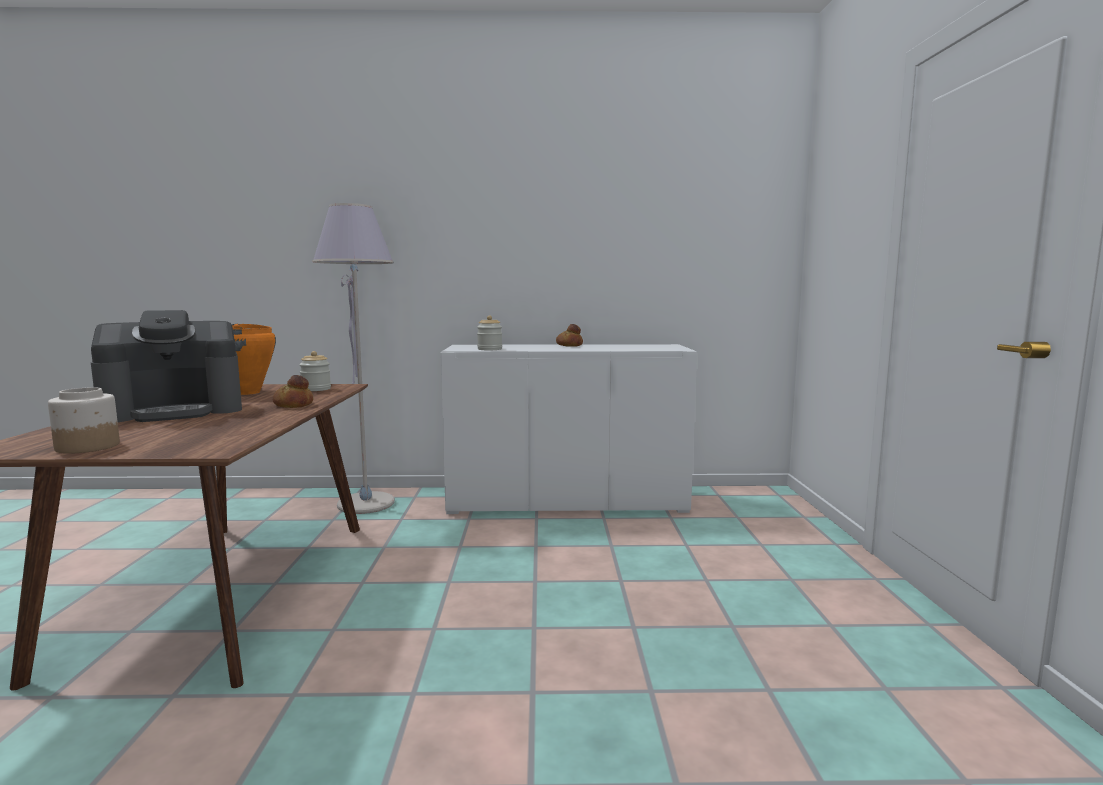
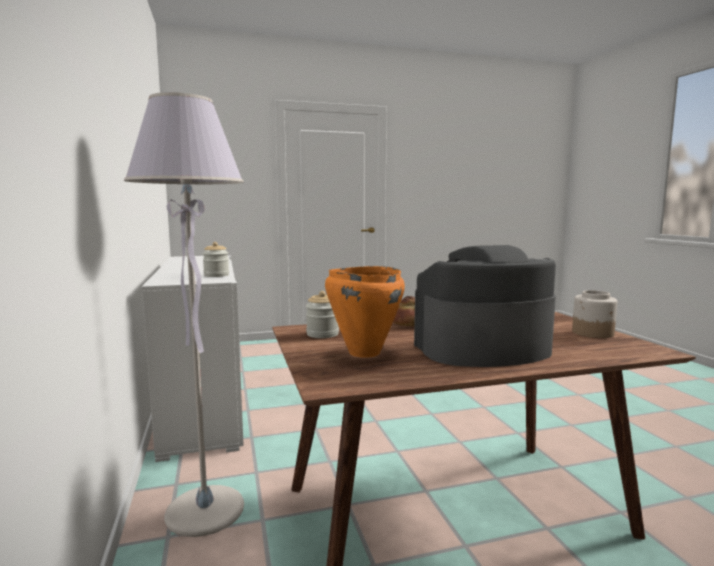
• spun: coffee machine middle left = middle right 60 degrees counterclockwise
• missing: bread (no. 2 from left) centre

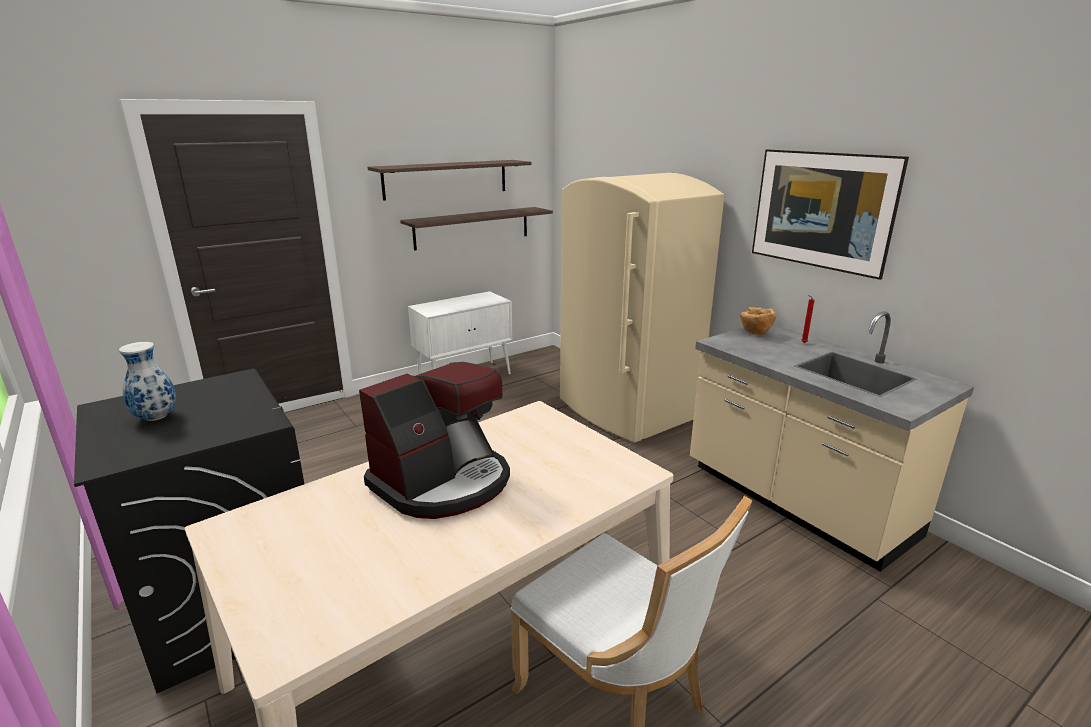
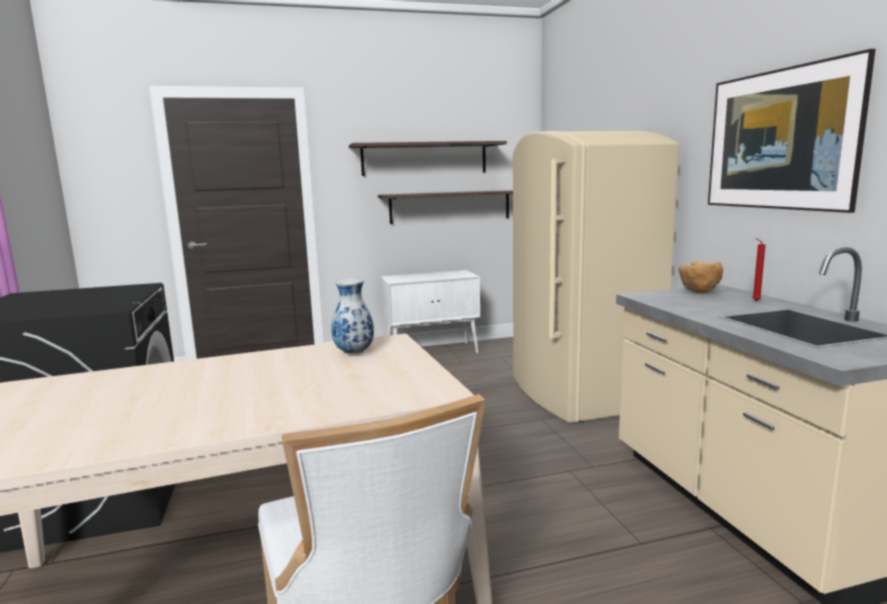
• relocated: vase middle left to centre
• missing: coffee machine centre

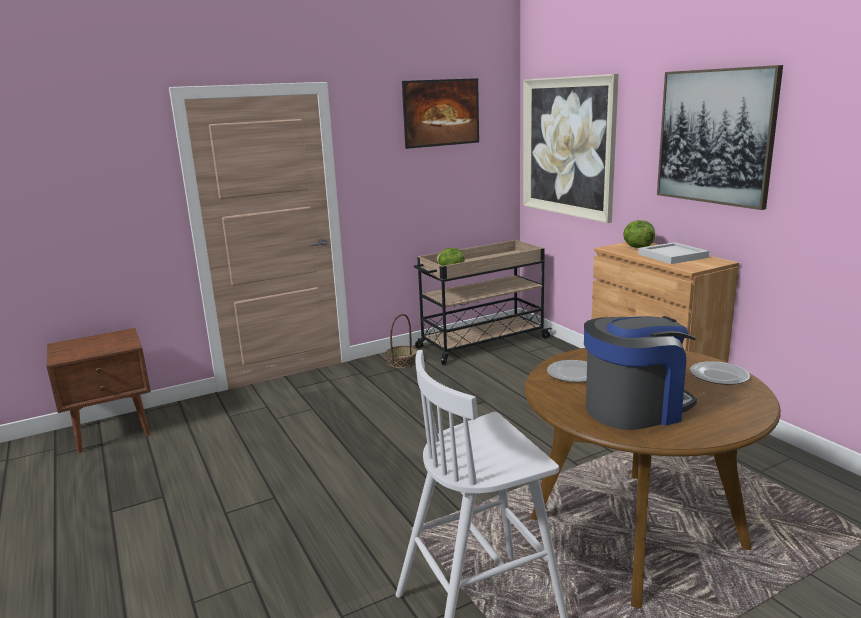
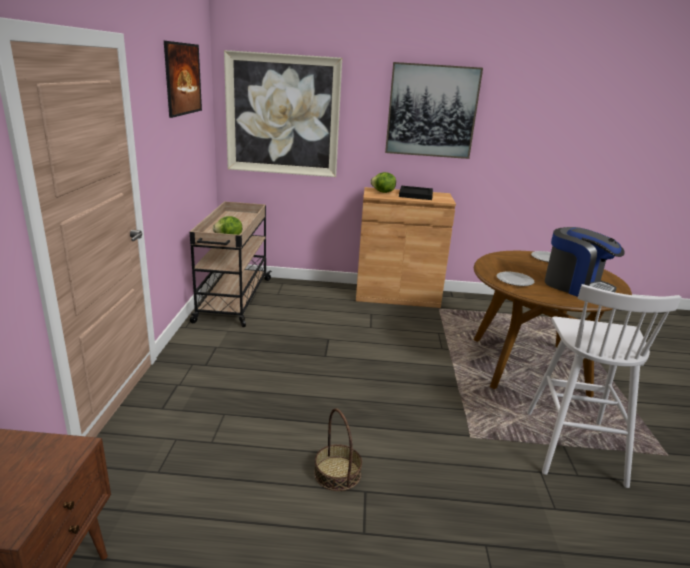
• relocated: basket centre to bottom centre
• spun: coffee machine middle right = middle right 120 degrees clockwise
• colour: white tray middle right to black tray centre

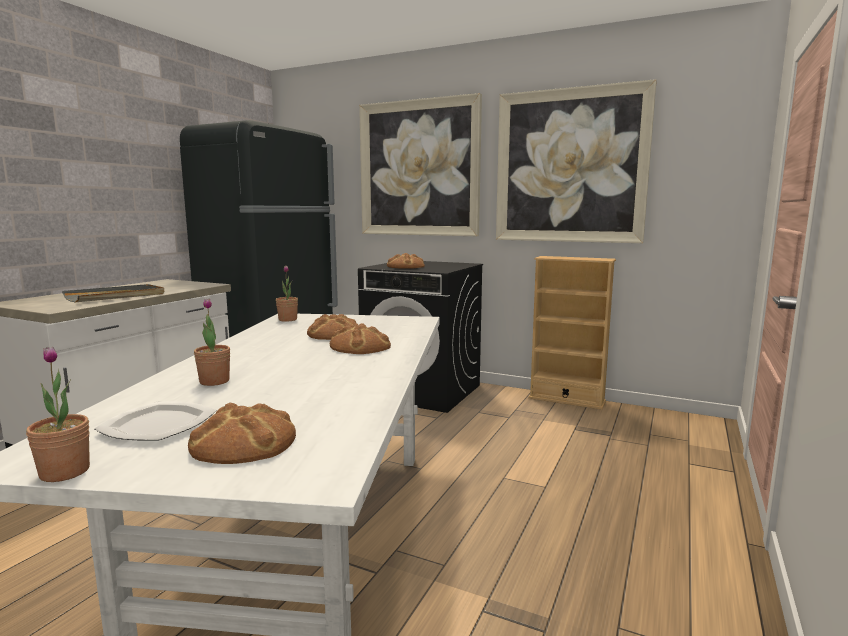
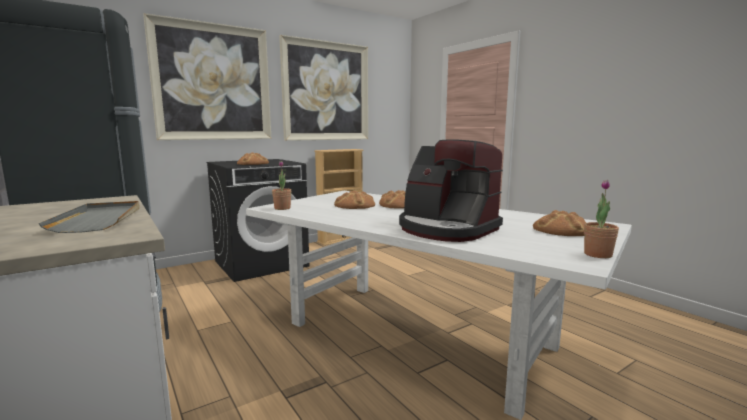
• missing: plate middle left
• exchanged: potted plant (no. 2 from left) middle left to coffee machine centre

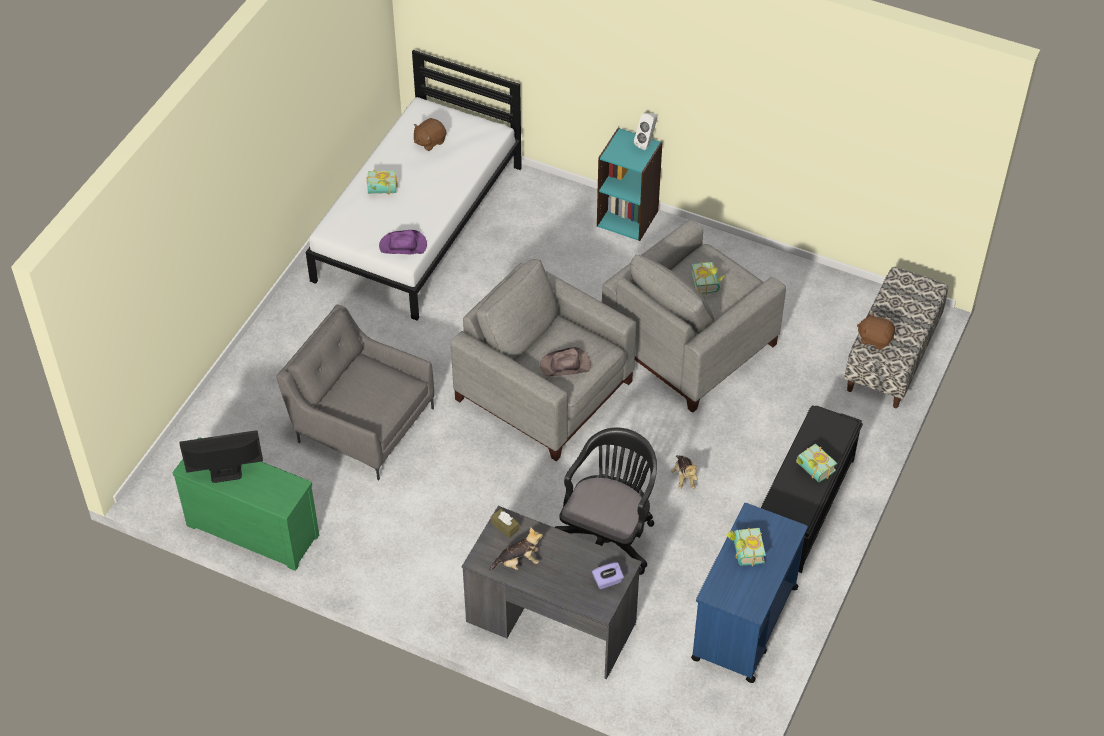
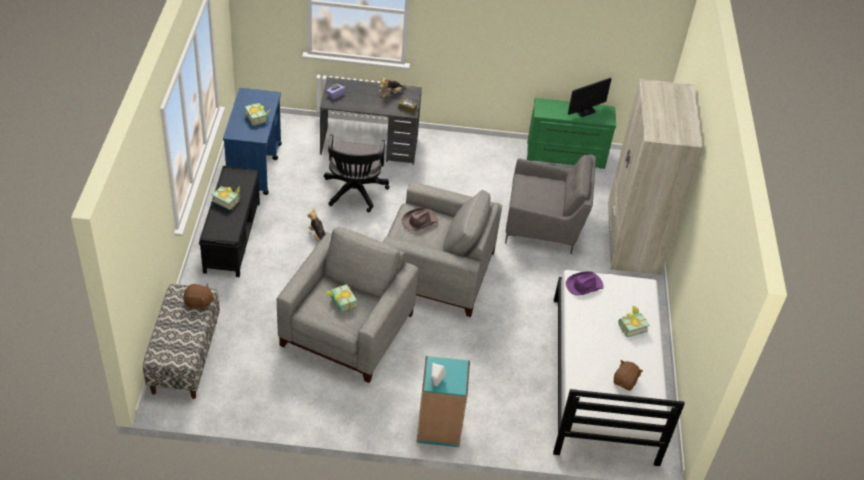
• appeared: beige wardrobe middle right

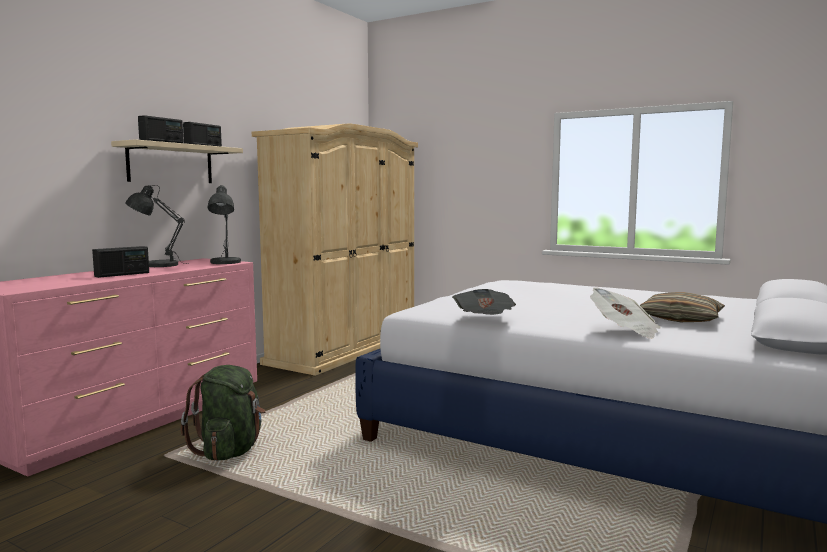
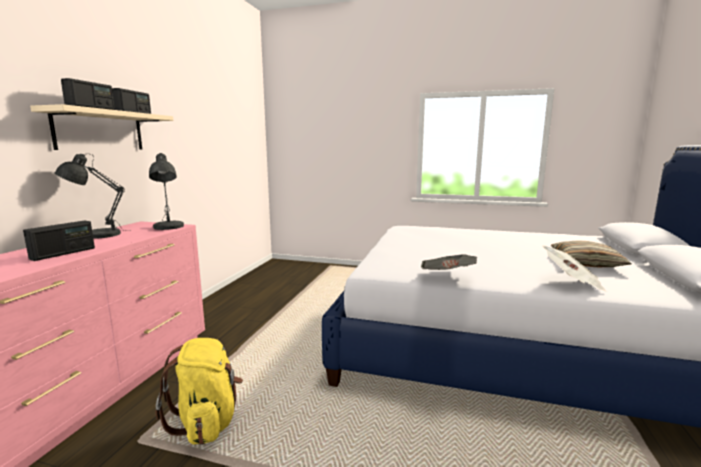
• colour: green backpack bottom left to yellow backpack bottom left
• missing: beige wardrobe centre

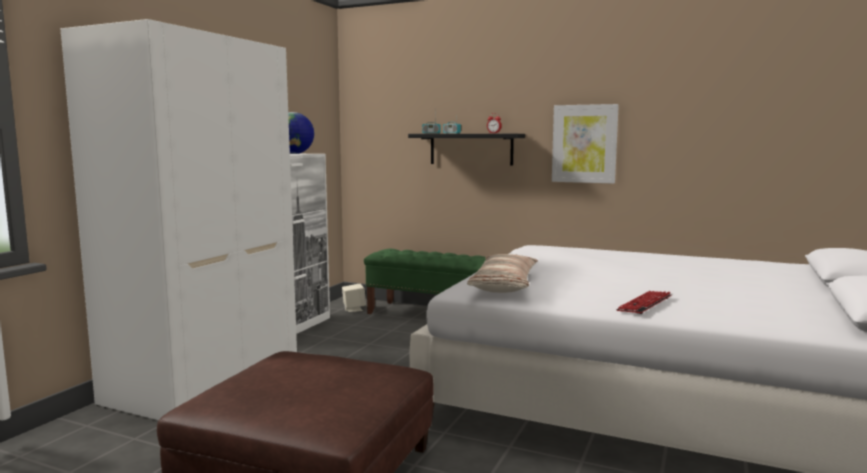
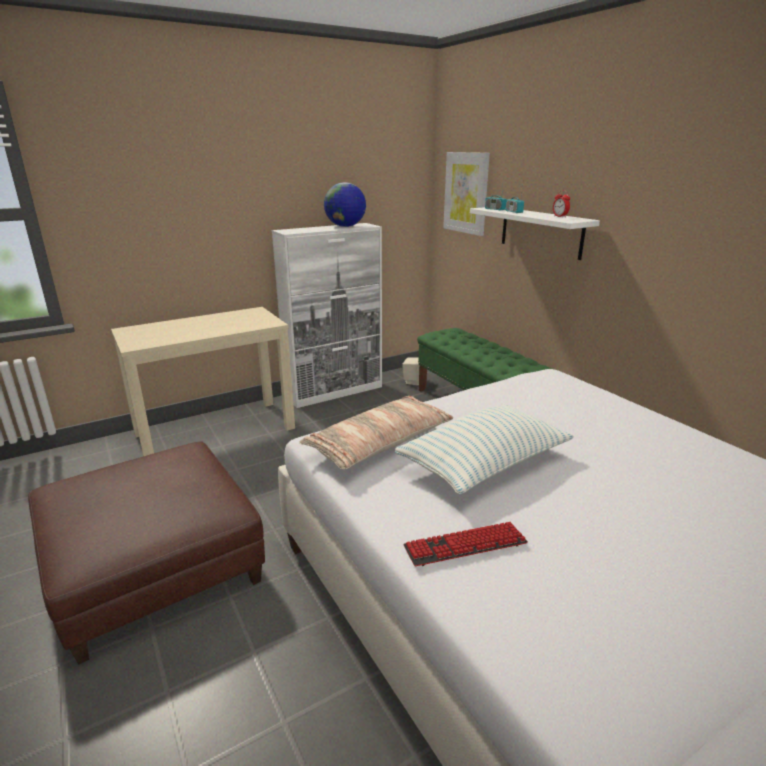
• exchanged: white wardrobe middle left to beige console table middle left
• colour: black shelf top centre to white shelf top right
• relocated: picture top right to top centre
• appeared: pillow (no. 2 from left) centre

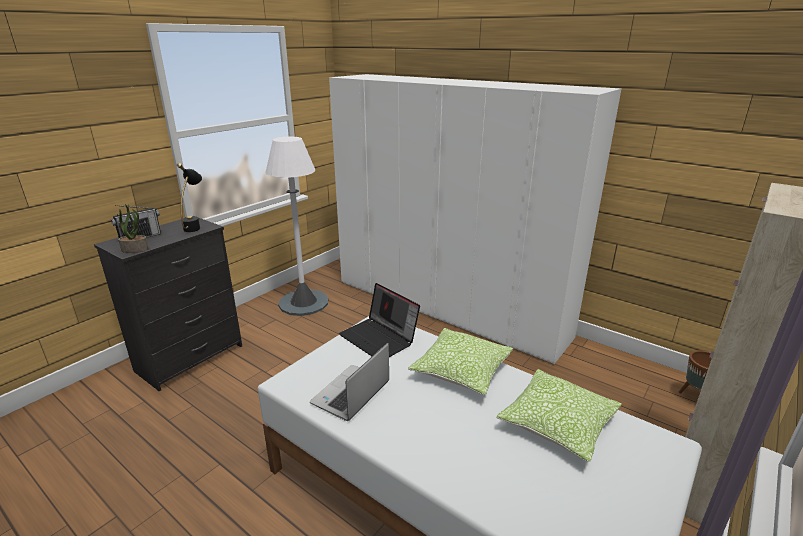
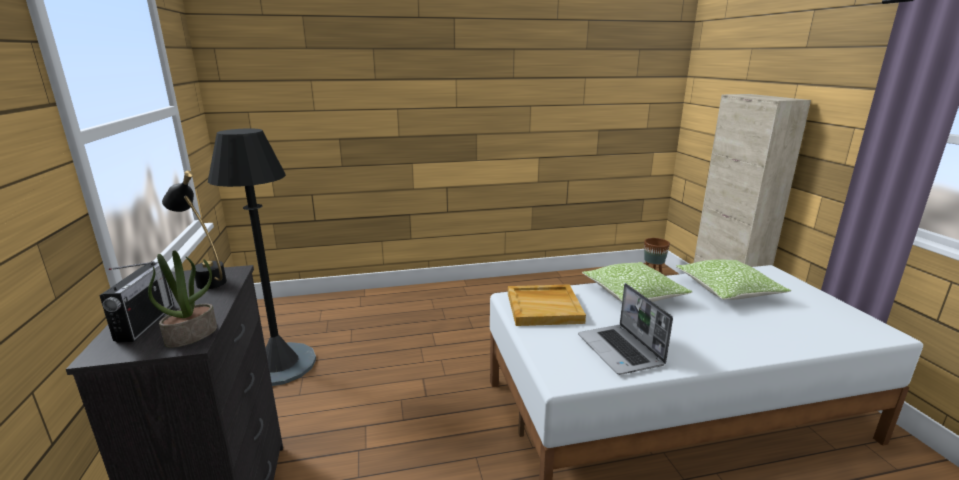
• colour: white floor lamp centre to black floor lamp middle left
• missing: white wardrobe centre
• exchanged: laptop (no. 2 from left) centre to beige tray centre

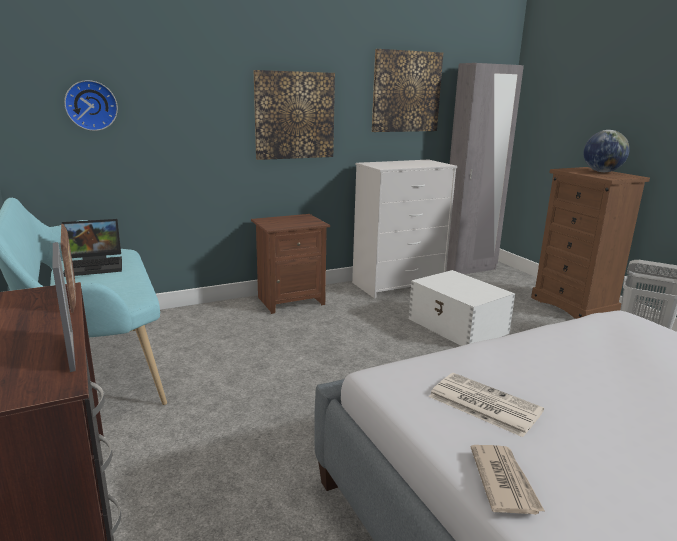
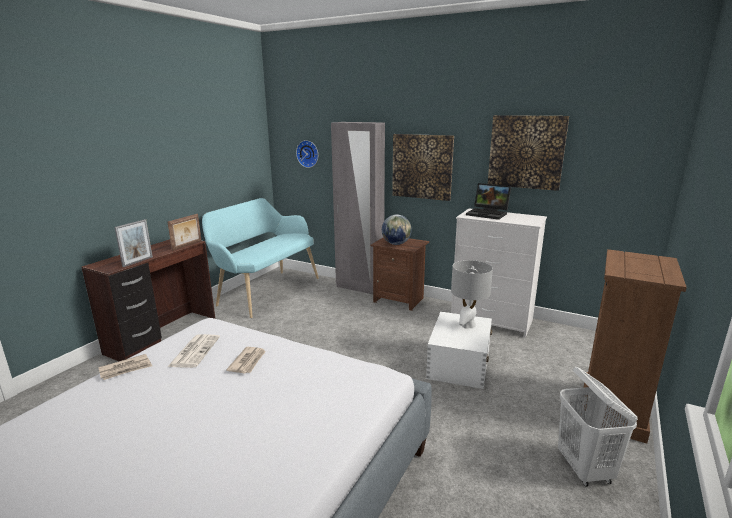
• relocated: laptop middle left to middle right
• relocated: grey wardrobe top right to centre
• relocated: globe top right to centre
• appeared: newspaper (no. 3 from left) bottom centre
• appeared: grey table lamp centre

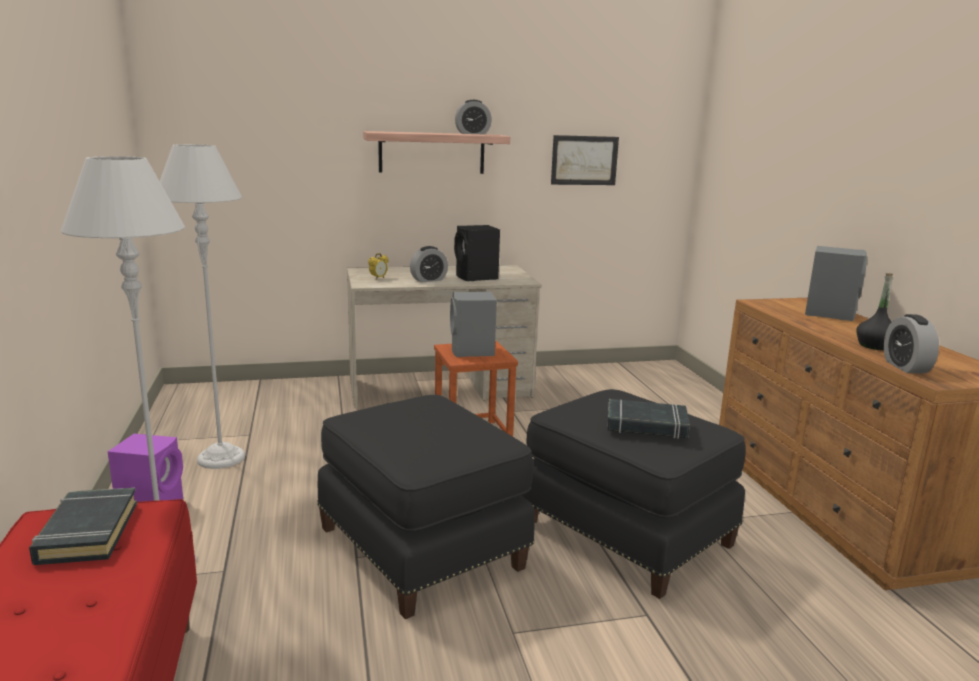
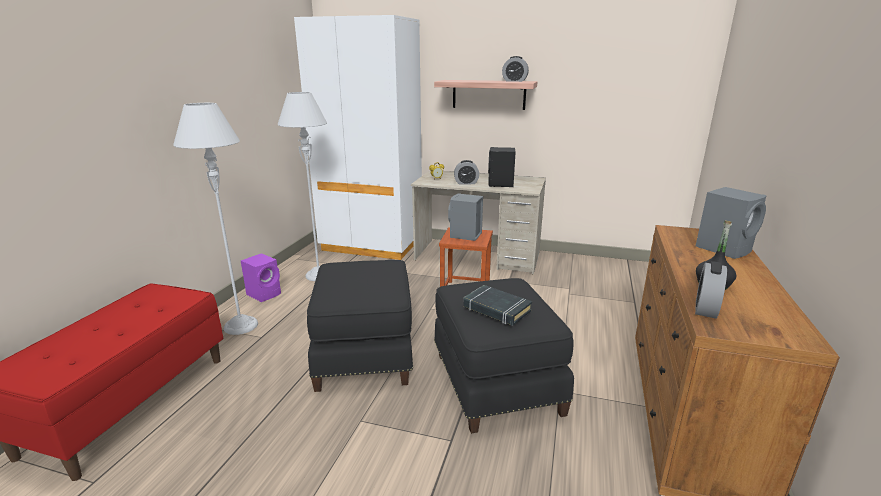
• missing: black book (no. 1 from left) bottom left
• missing: picture top centre
• appeared: white wardrobe top centre

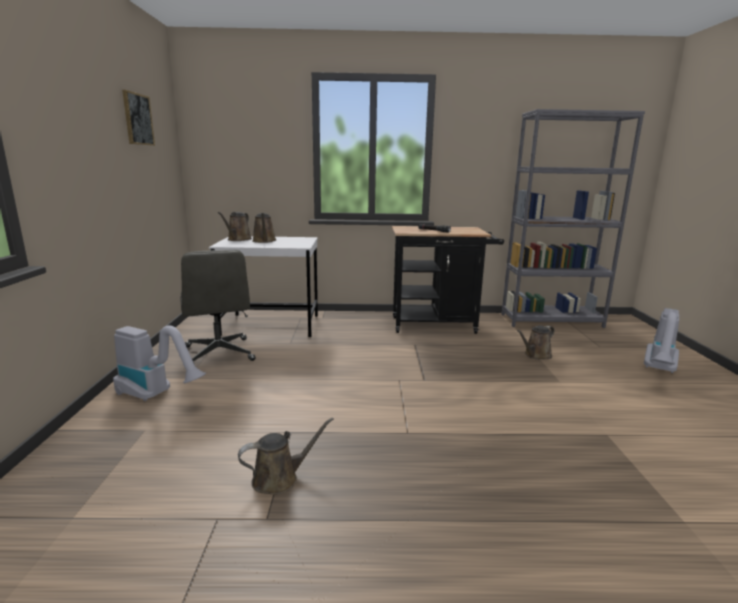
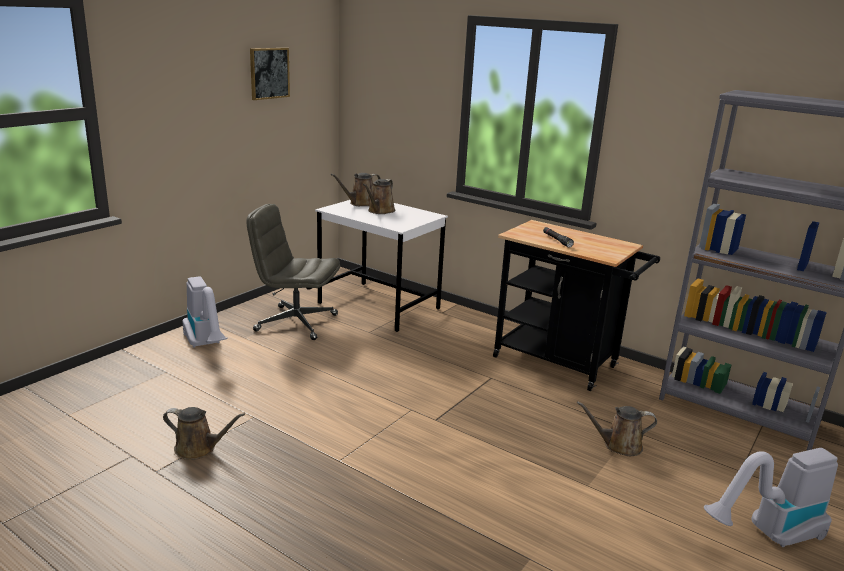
• spun: grey office chair middle left = centre 90 degrees clockwise

